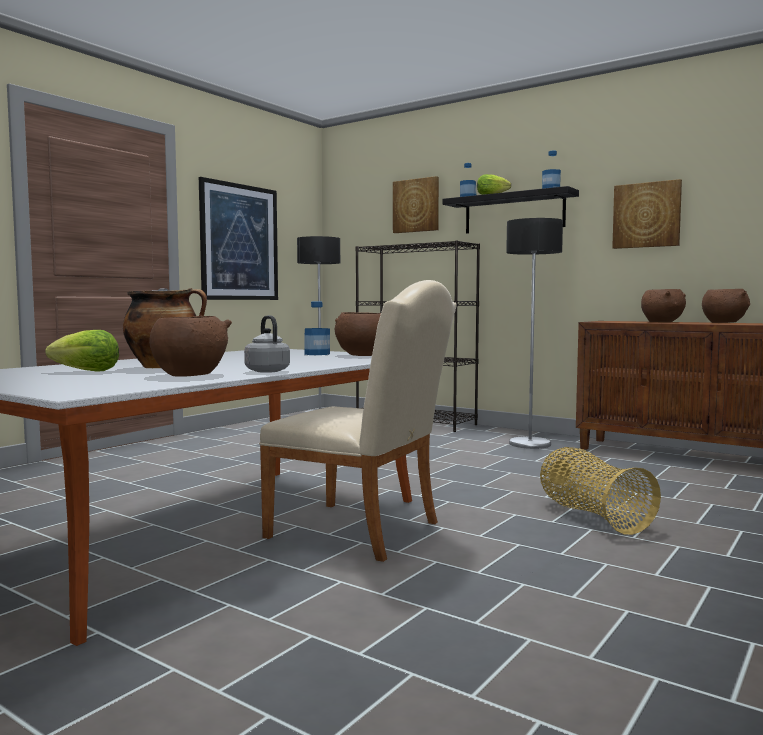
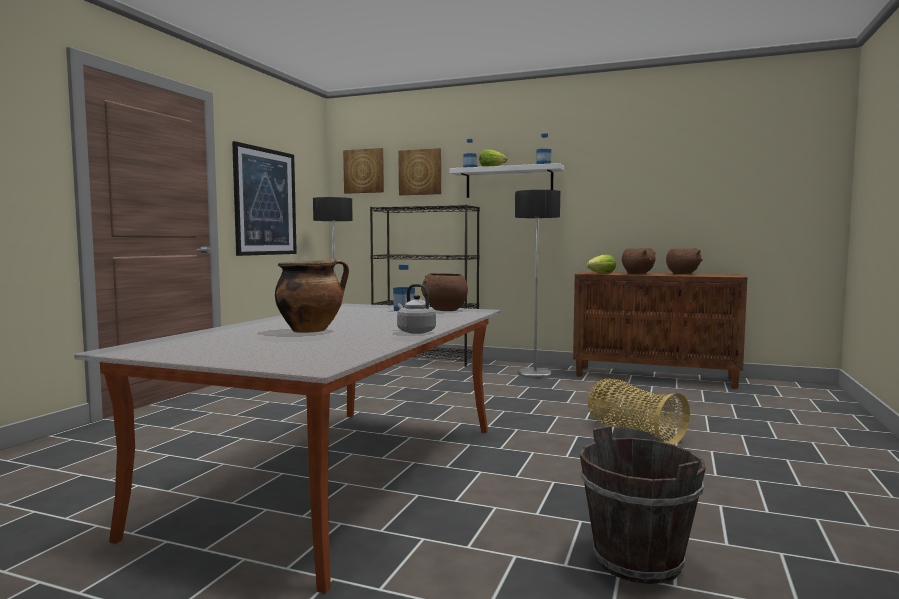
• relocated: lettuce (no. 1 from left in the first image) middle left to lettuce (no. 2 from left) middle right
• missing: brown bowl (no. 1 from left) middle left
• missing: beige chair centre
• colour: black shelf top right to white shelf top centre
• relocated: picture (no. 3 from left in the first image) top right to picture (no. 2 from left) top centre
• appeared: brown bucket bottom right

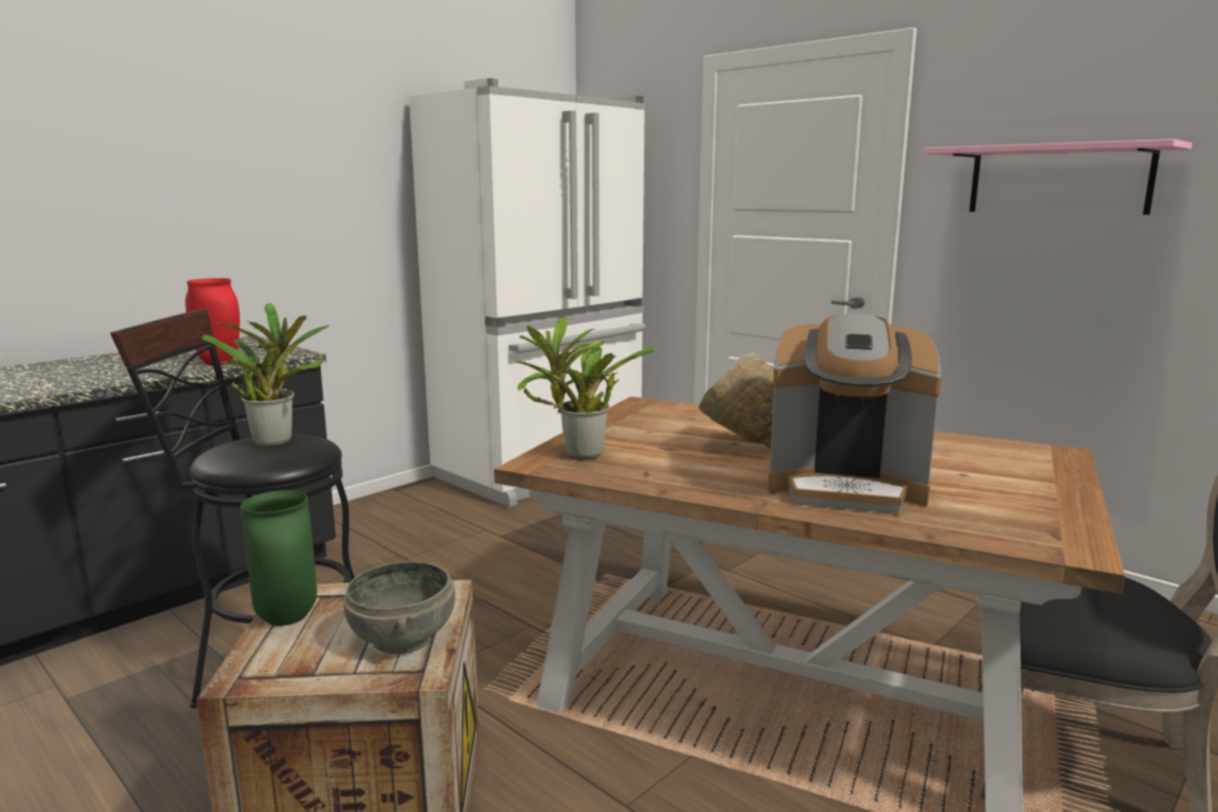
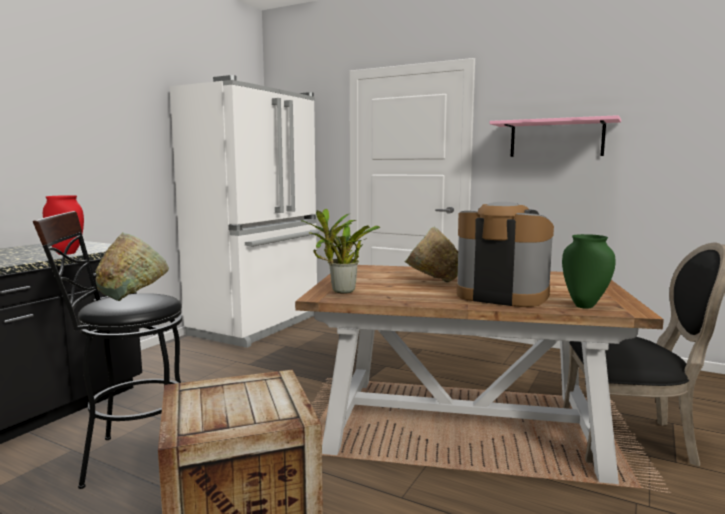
• exchanged: potted plant (no. 1 from left) middle left to green bowl (no. 1 from left) middle left
• relocated: green vase bottom left to middle right
• missing: grey bowl bottom left
• spun: coffee machine middle right = middle right 150 degrees counterclockwise

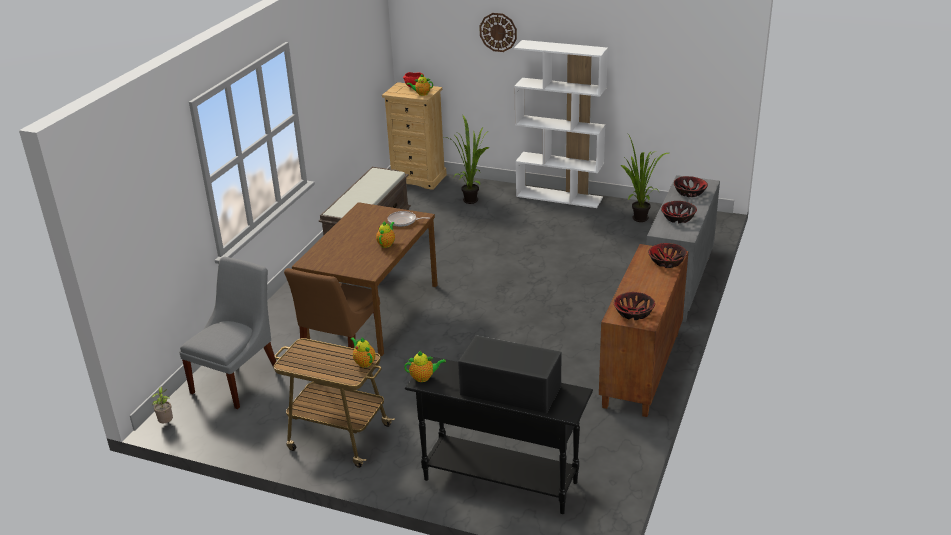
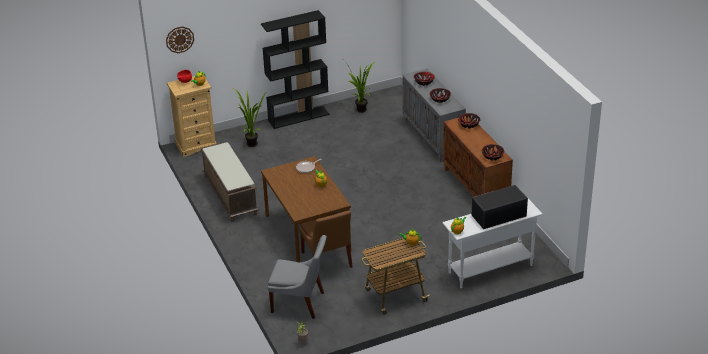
• spun: grey chair middle left = bottom centre 120 degrees clockwise
• colour: black console table bottom centre to white console table bottom right
• relocated: wall clock top centre to top left
• colour: white bookcase top centre to black bookcase top centre

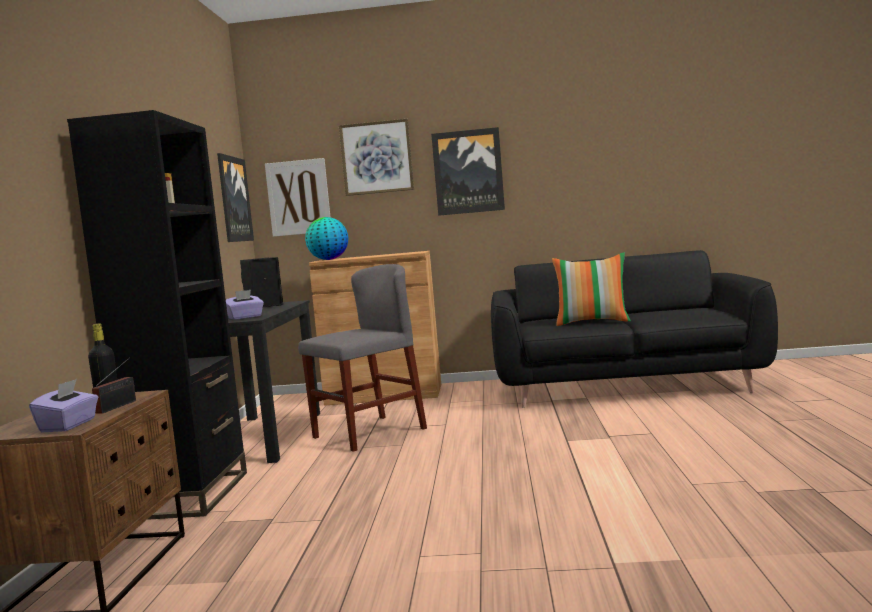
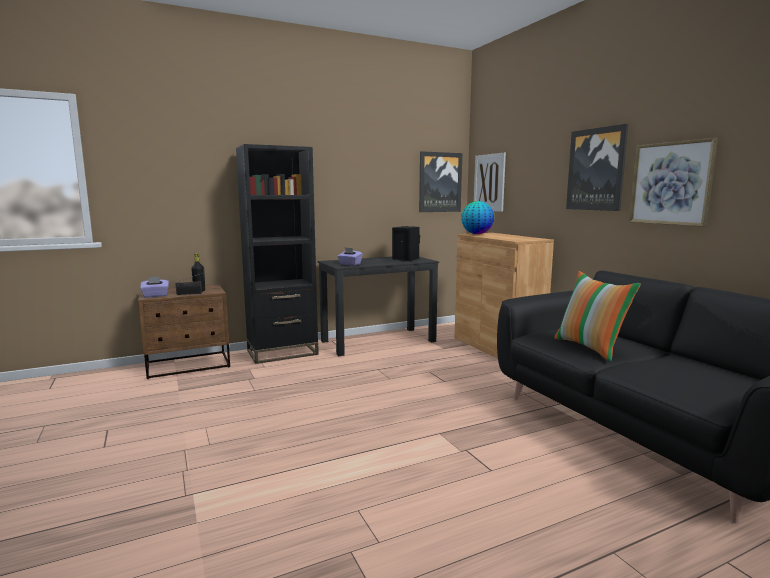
• missing: grey chair centre
• relocated: picture (no. 3 from left in the first image) top centre to picture (no. 4 from left) top right

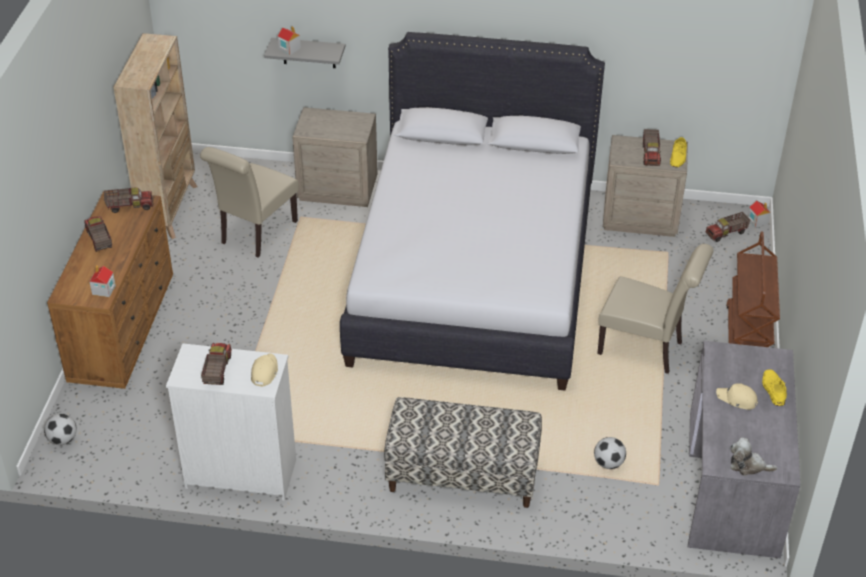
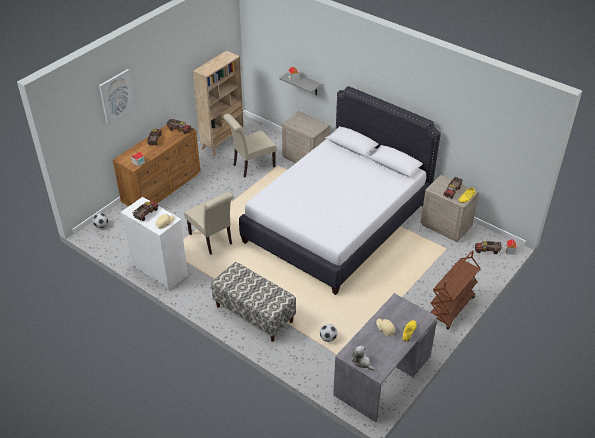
• relocated: beige chair (no. 2 from left in the first image) middle right to beige chair (no. 1 from left) centre
• appeared: picture top left

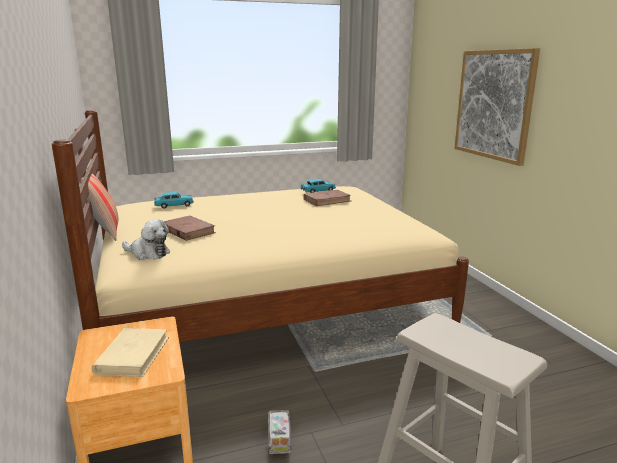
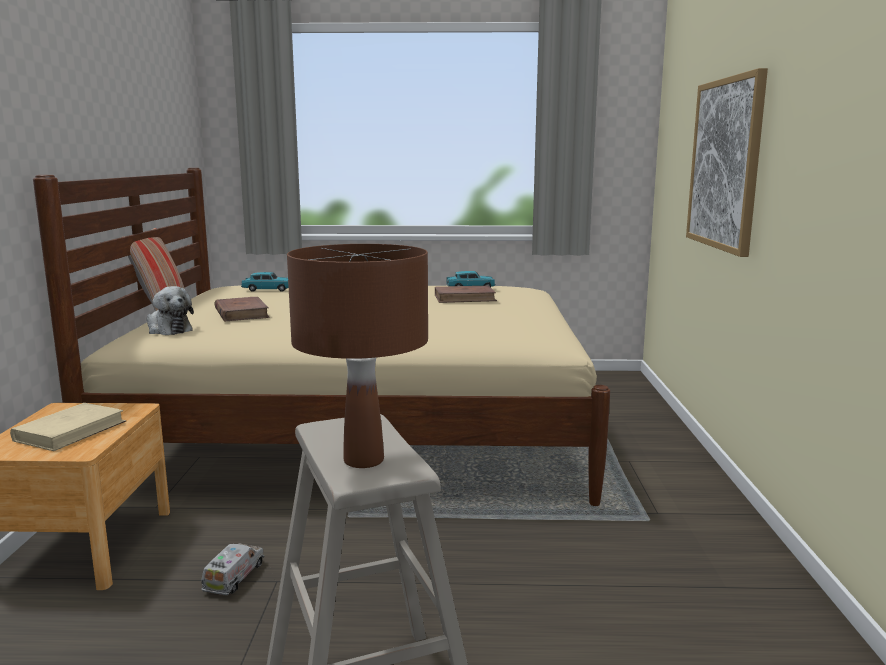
• appeared: brown table lamp centre

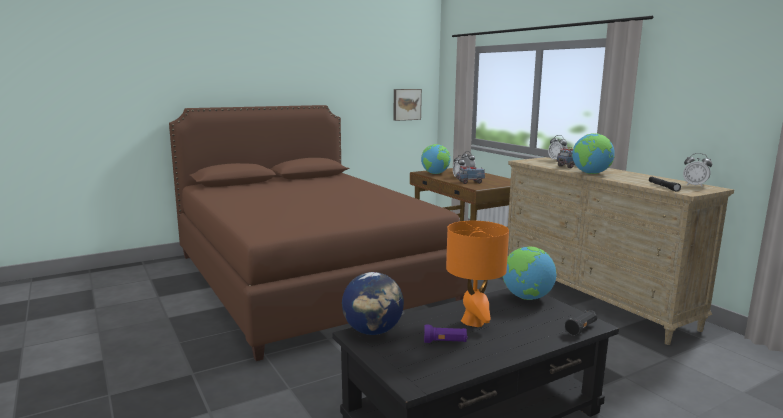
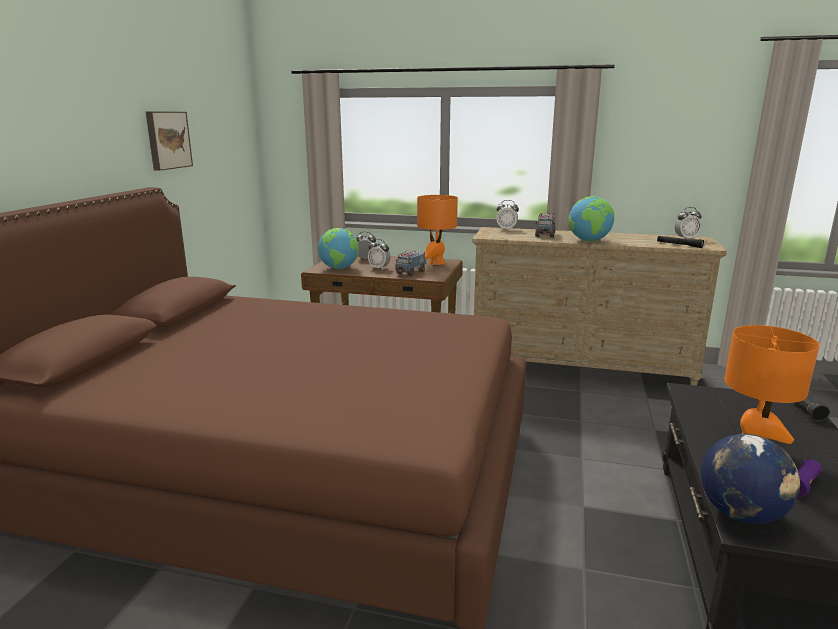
• relocated: picture top centre to top left
• missing: globe (no. 3 from left) middle right
• appeared: orange table lamp (no. 1 from left) centre

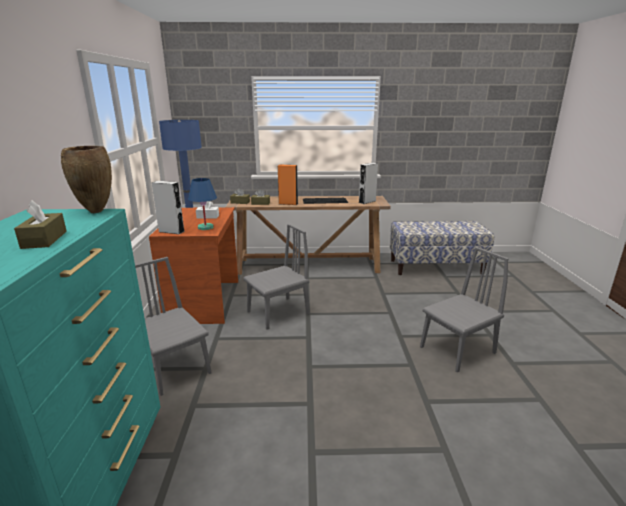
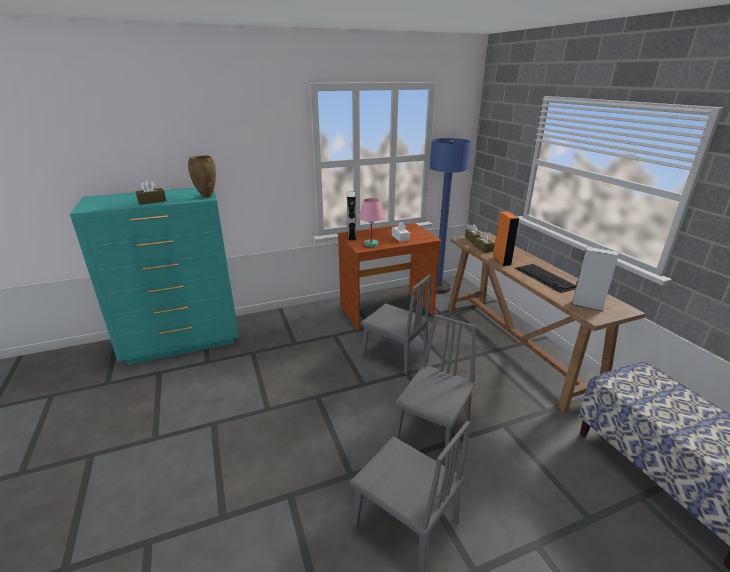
• relocated: grey chair (no. 1 from left in the first image) middle left to grey chair (no. 3 from left) bottom centre
• colour: blue table lamp middle left to pink table lamp centre

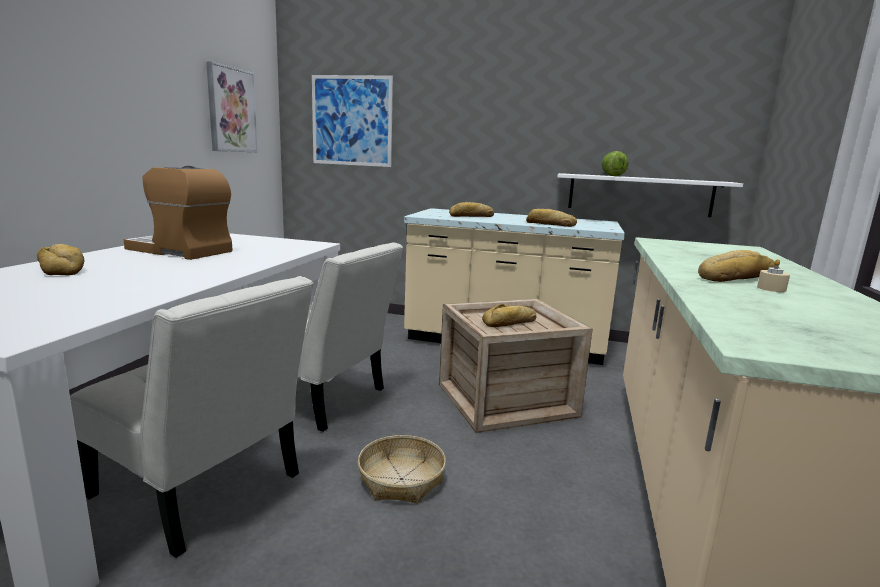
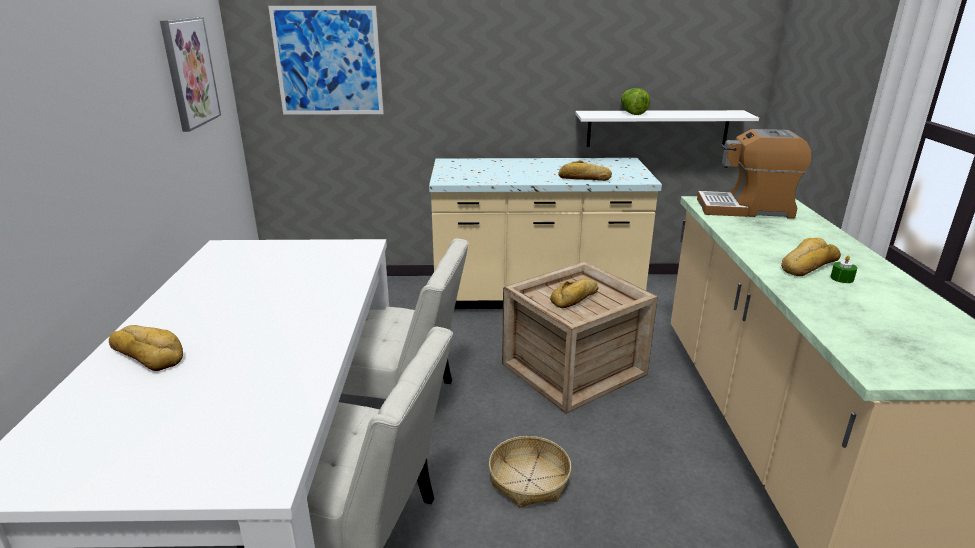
• relocated: coffee machine middle left to top right
• missing: bread (no. 2 from left) centre
• colour: beige candle middle right to green candle middle right

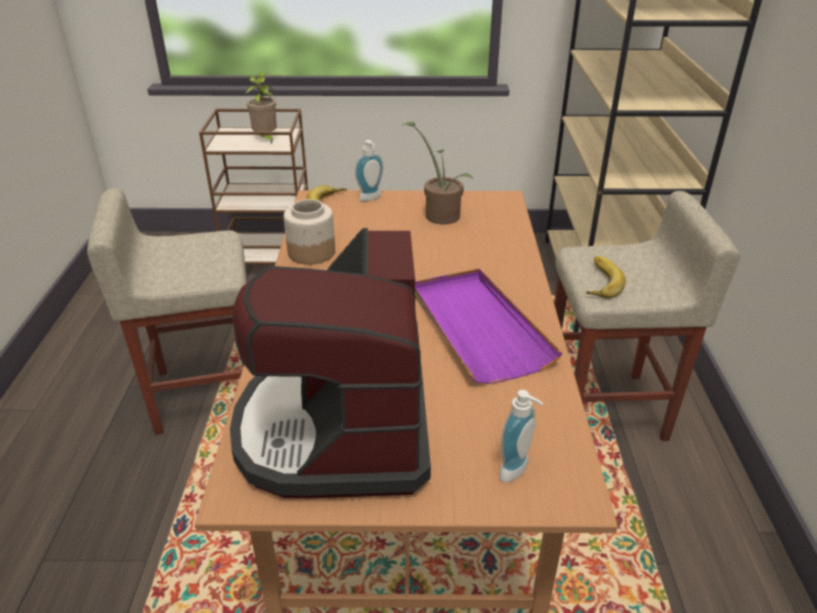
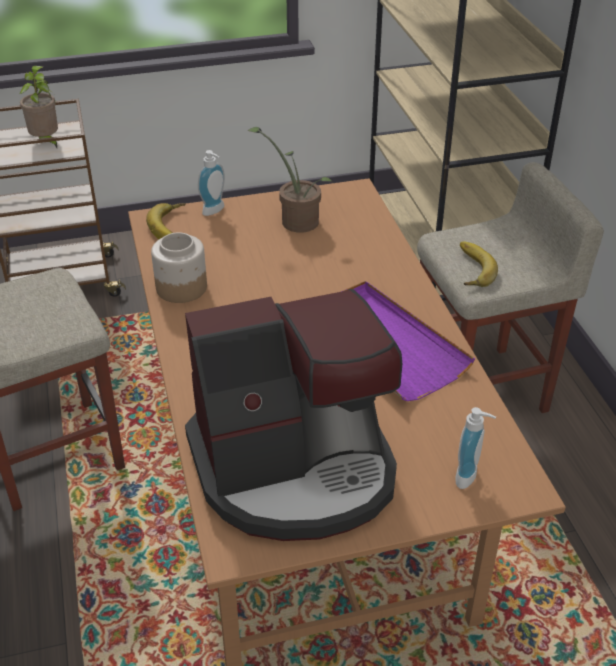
• spun: coffee machine centre = centre 90 degrees counterclockwise

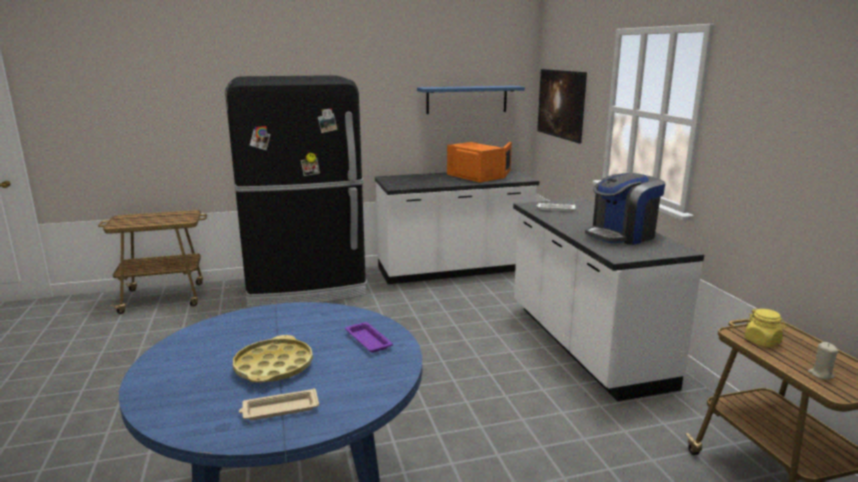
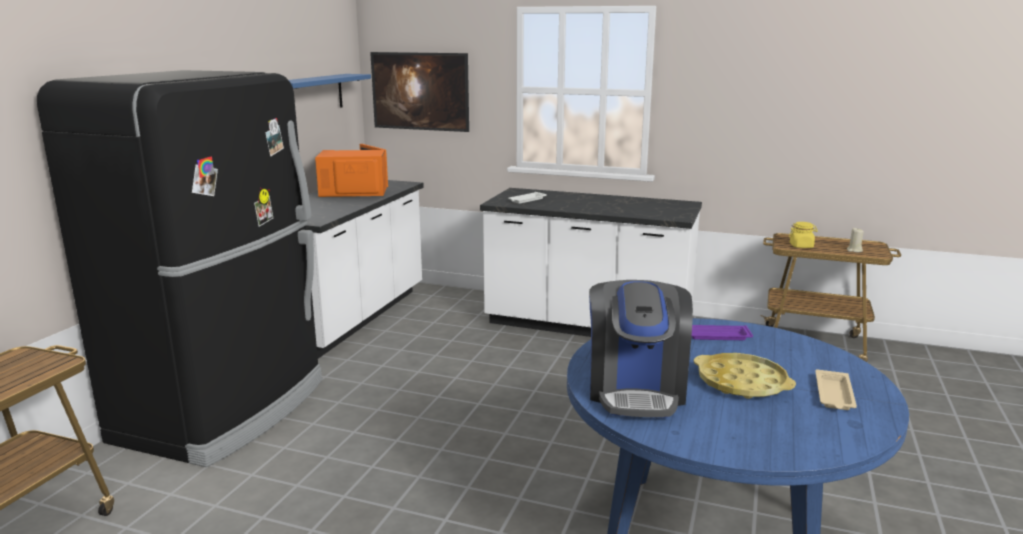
• relocated: coffee machine middle right to centre

